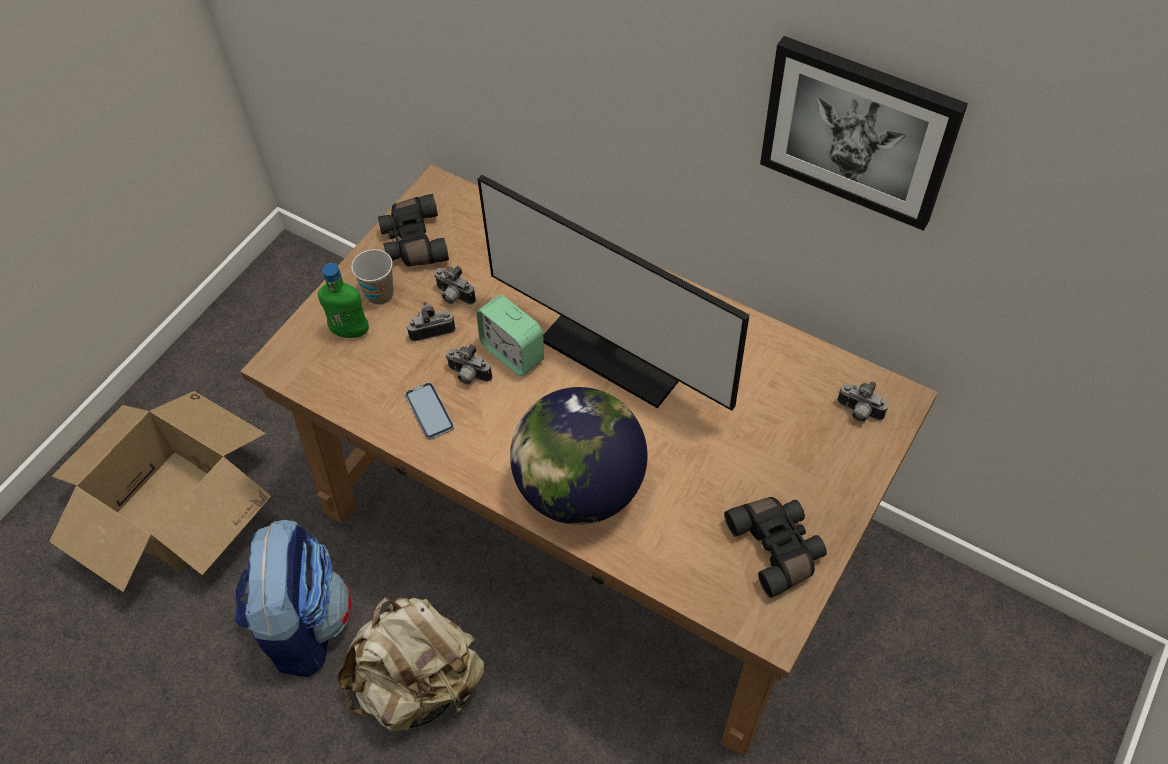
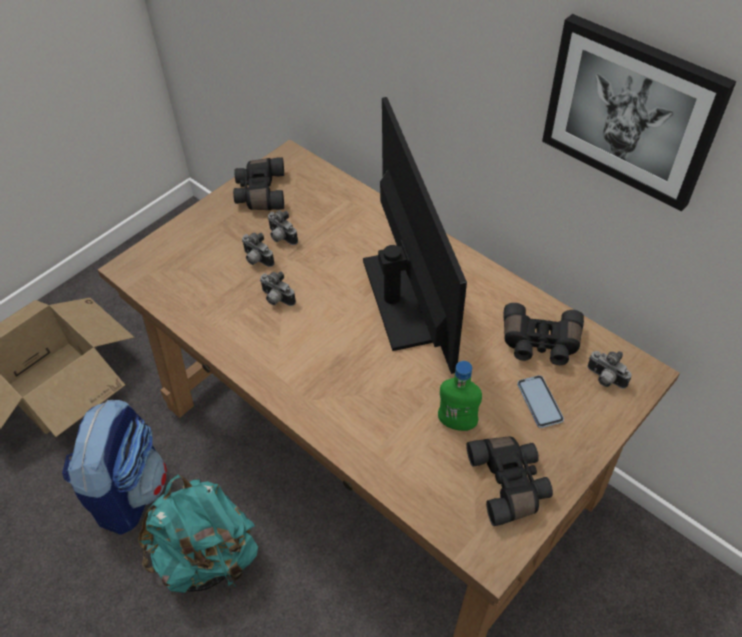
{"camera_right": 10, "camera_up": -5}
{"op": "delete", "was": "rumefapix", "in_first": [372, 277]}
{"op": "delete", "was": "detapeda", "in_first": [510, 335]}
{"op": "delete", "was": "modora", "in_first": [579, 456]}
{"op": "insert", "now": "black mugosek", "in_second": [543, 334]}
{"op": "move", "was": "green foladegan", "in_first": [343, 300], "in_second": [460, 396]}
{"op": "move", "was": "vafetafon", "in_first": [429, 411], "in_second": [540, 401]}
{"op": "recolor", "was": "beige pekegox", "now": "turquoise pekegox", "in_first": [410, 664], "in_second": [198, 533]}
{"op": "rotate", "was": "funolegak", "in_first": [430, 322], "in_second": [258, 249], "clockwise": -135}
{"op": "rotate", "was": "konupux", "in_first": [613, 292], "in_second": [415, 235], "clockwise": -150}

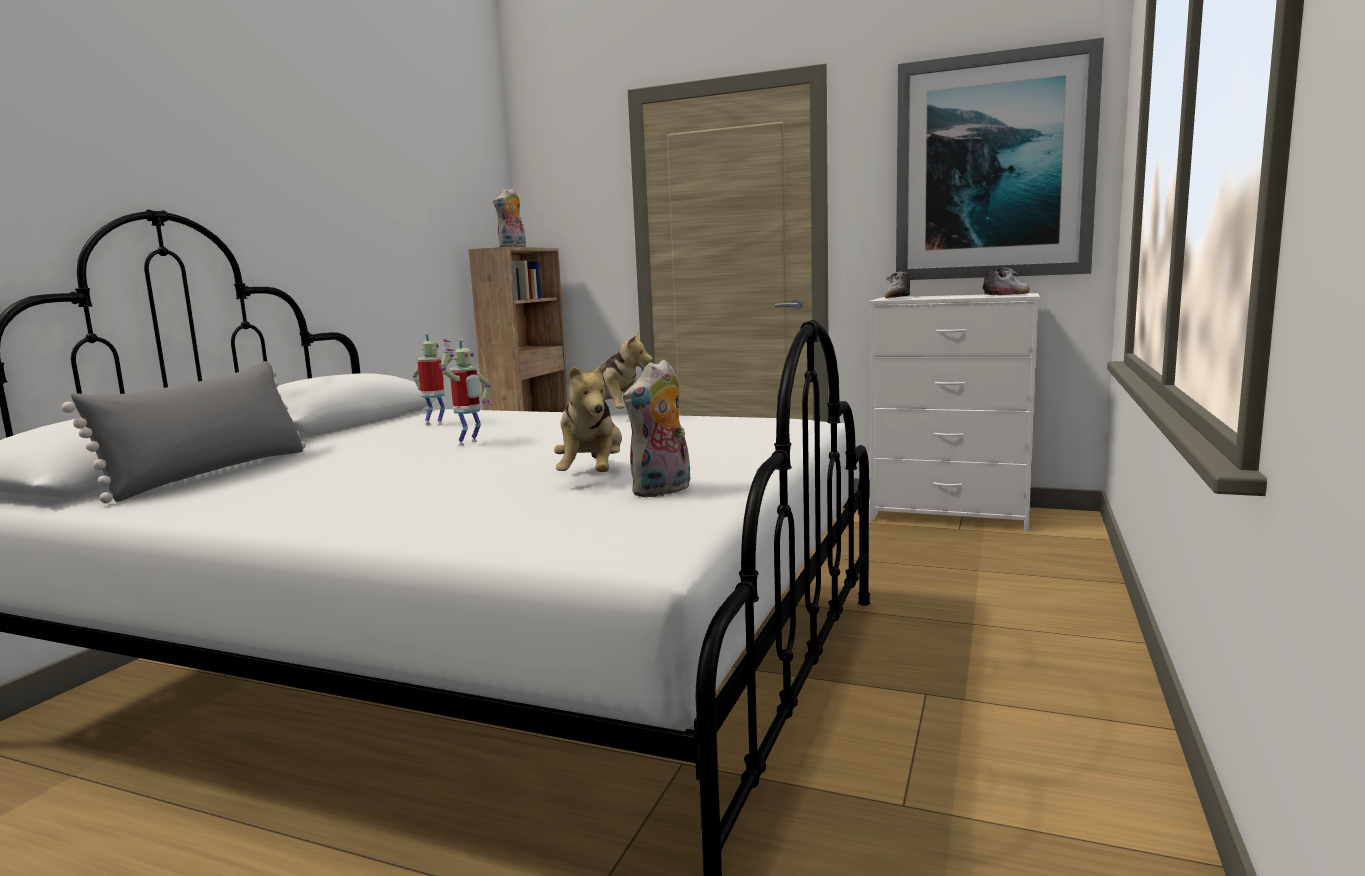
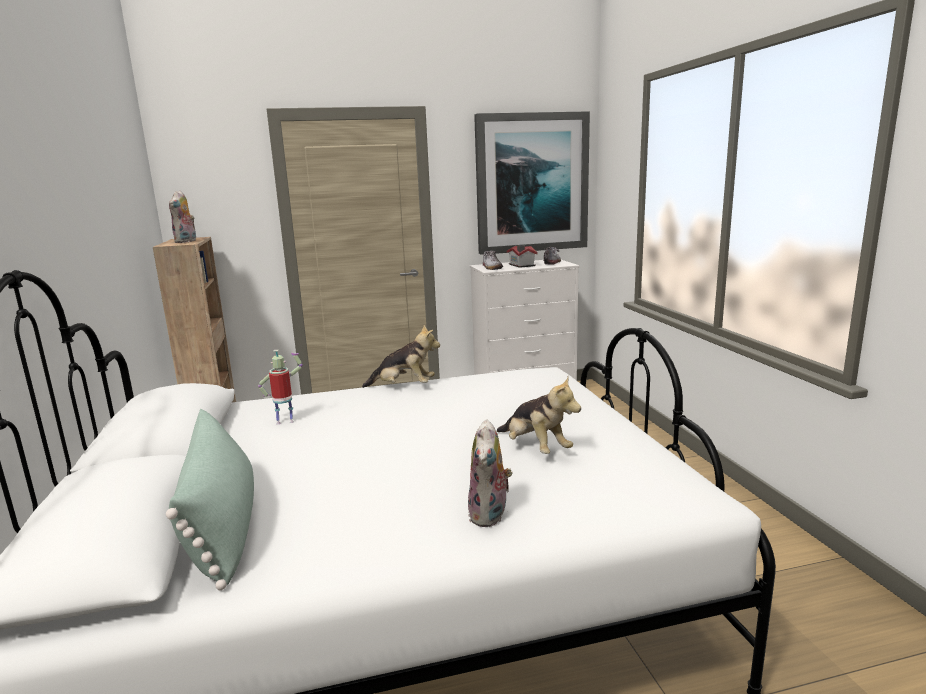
{"camera_right": -35, "camera_up": 5}
{"op": "delete", "was": "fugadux", "in_first": [466, 392]}
{"op": "insert", "now": "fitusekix", "in_second": [522, 256]}
{"op": "move", "was": "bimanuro", "in_first": [657, 429], "in_second": [490, 473]}
{"op": "recolor", "was": "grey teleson", "now": "green teleson", "in_first": [183, 432], "in_second": [210, 499]}

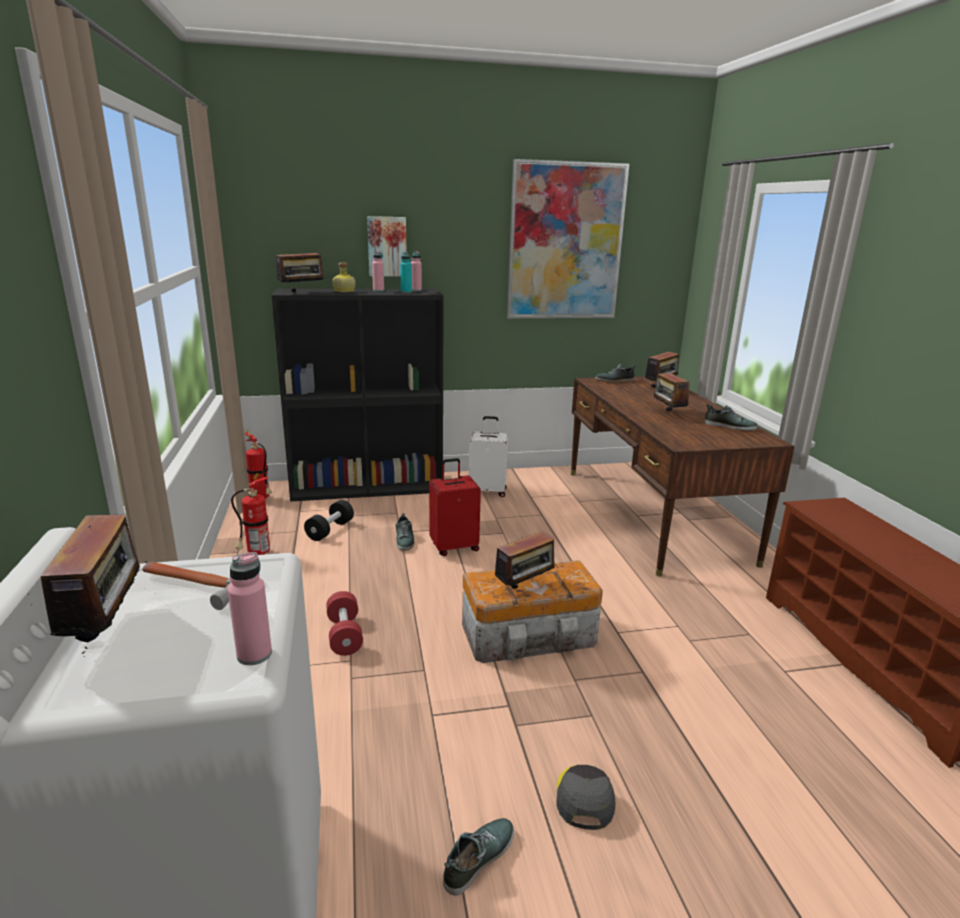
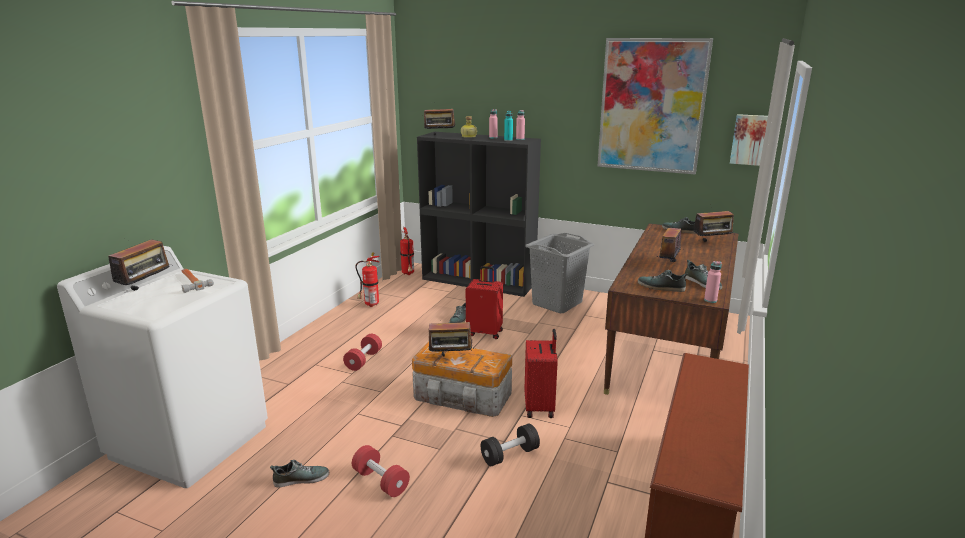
{"camera_right": 35, "camera_up": 0}
{"op": "insert", "now": "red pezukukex", "in_second": [541, 373]}
{"op": "insert", "now": "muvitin", "in_second": [663, 281]}
{"op": "move", "was": "pink foladegan", "in_first": [250, 608], "in_second": [713, 282]}
{"op": "move", "was": "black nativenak", "in_first": [329, 520], "in_second": [510, 445]}
{"op": "move", "was": "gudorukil", "in_first": [387, 246], "in_second": [749, 140]}
{"op": "replace", "was": "white pezukukex", "now": "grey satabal", "in_first": [488, 456], "in_second": [559, 273]}
{"op": "replace", "was": "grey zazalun", "now": "red nativenak", "in_first": [586, 797], "in_second": [381, 471]}

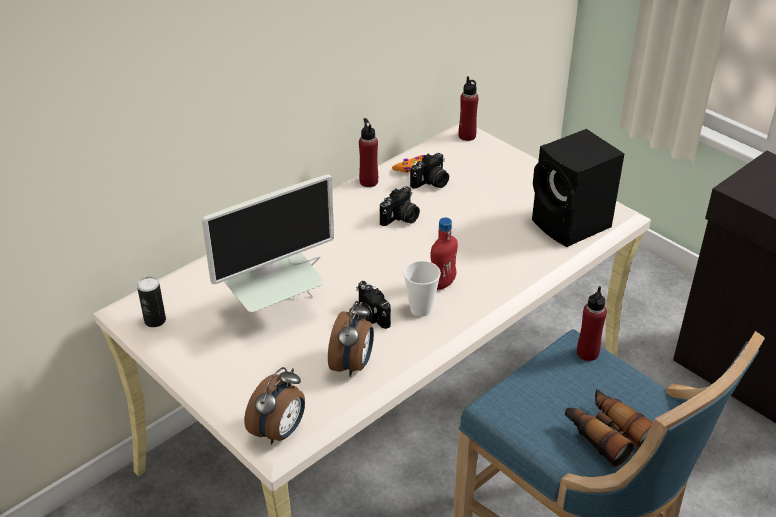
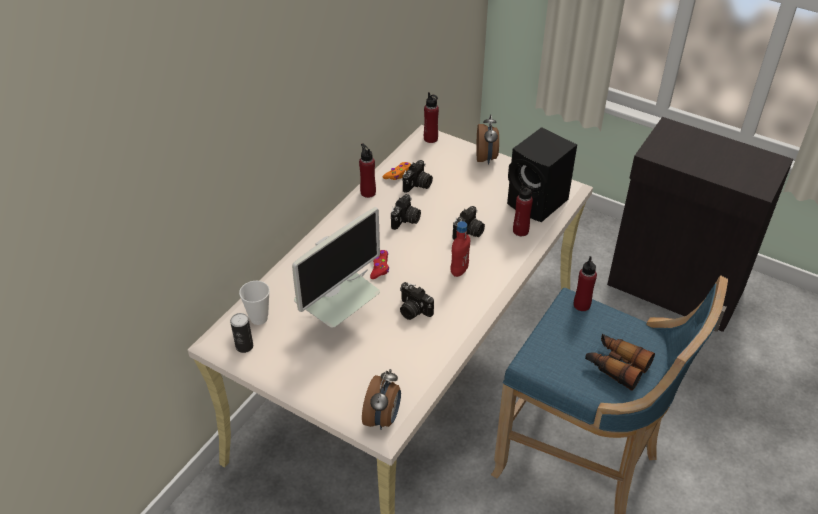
{"camera_right": -15, "camera_up": 5}
{"op": "insert", "now": "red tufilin", "in_second": [379, 264]}
{"op": "insert", "now": "funolegak", "in_second": [469, 223]}
{"op": "insert", "now": "red foladegan", "in_second": [523, 209]}
{"op": "move", "was": "detapeda", "in_first": [351, 339], "in_second": [487, 139]}
{"op": "move", "was": "rumefapix", "in_first": [422, 289], "in_second": [254, 303]}

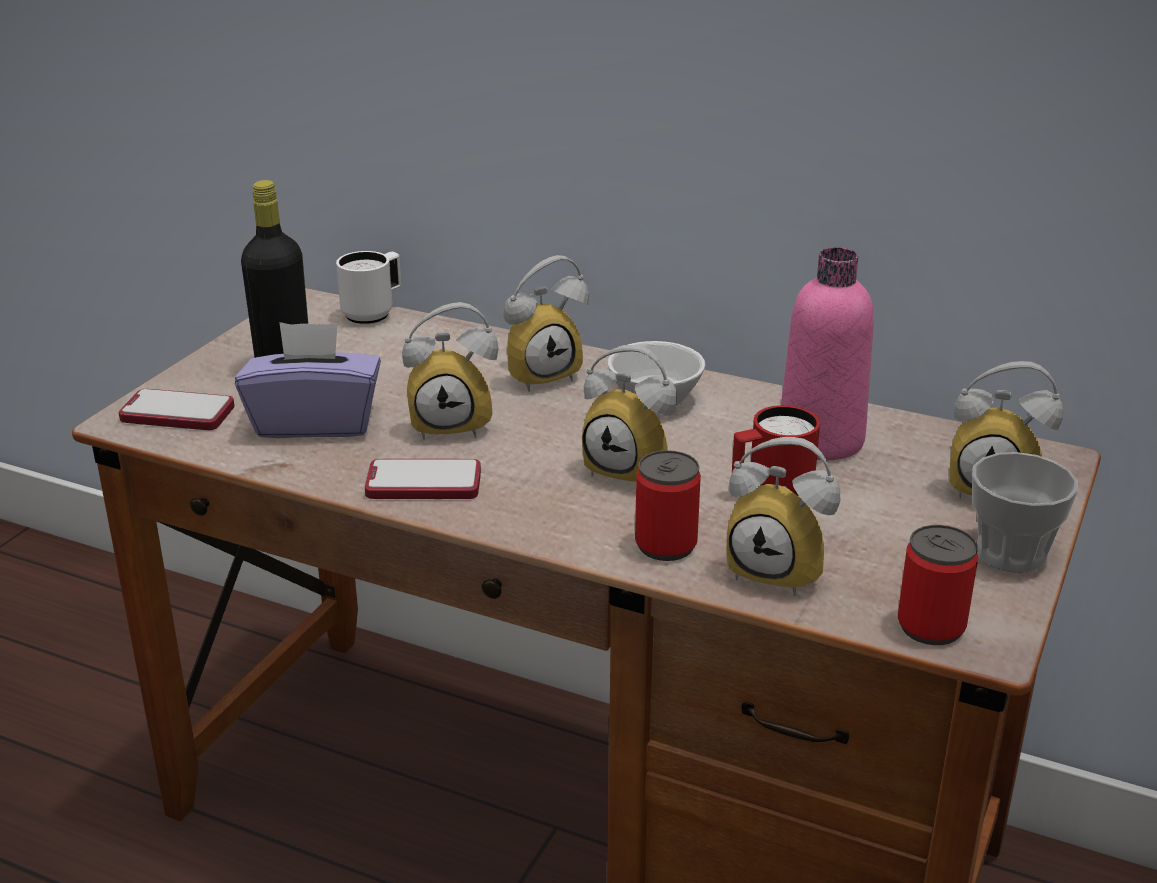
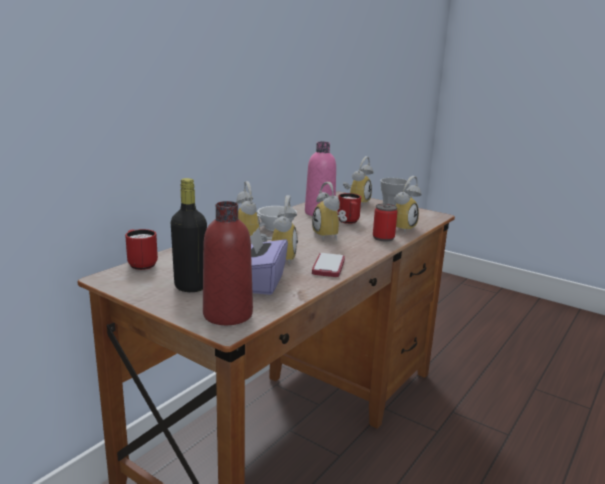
{"camera_right": -80, "camera_up": -10}
{"op": "delete", "was": "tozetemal", "in_first": [938, 585]}
{"op": "replace", "was": "vafetafon", "now": "red foladegan", "in_first": [176, 409], "in_second": [228, 263]}
{"op": "recolor", "was": "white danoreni", "now": "red danoreni", "in_first": [368, 287], "in_second": [141, 249]}
{"op": "rotate", "was": "detapeda", "in_first": [629, 413], "in_second": [329, 211], "clockwise": 120}

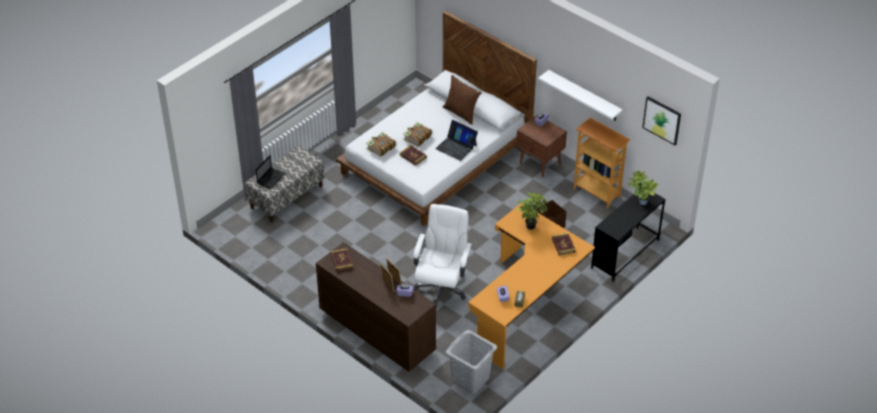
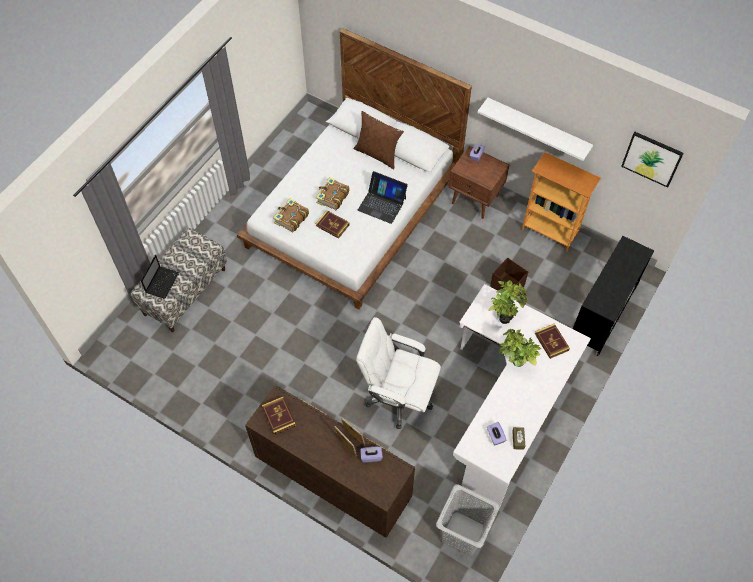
{"camera_right": -10, "camera_up": 15}
{"op": "move", "was": "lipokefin", "in_first": [642, 188], "in_second": [520, 348]}
{"op": "recolor", "was": "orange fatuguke", "now": "white fatuguke", "in_first": [531, 286], "in_second": [522, 396]}
{"op": "rotate", "was": "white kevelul", "in_first": [442, 256], "in_second": [398, 373], "clockwise": -75}

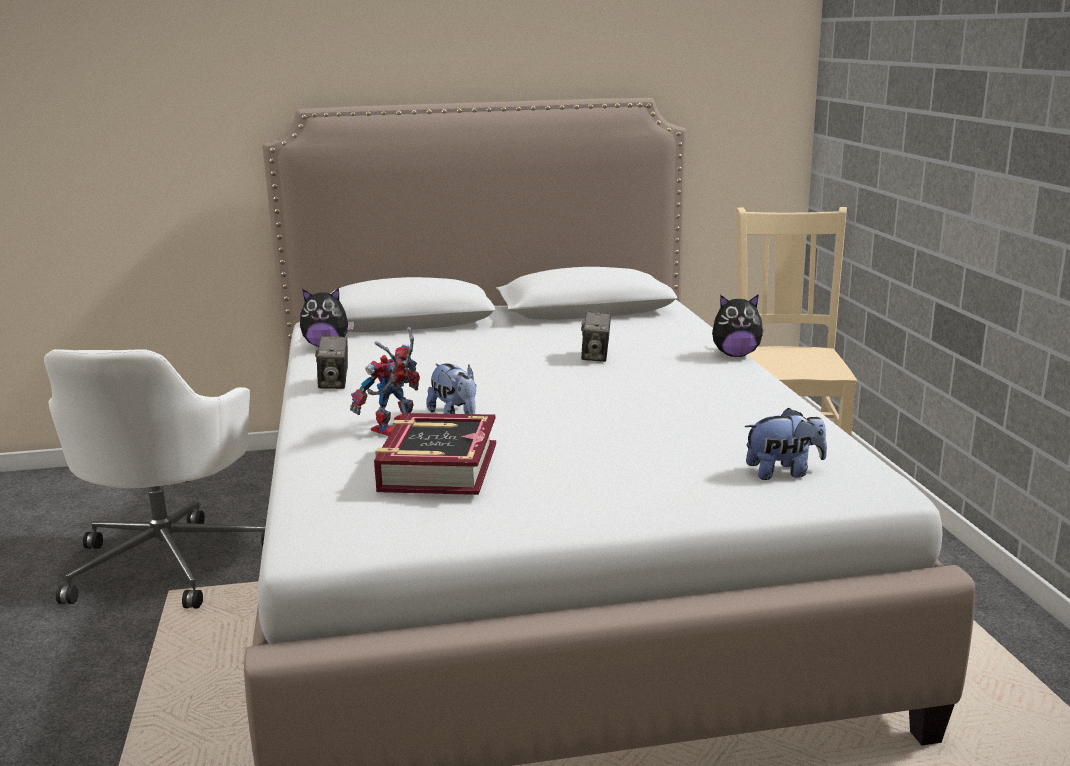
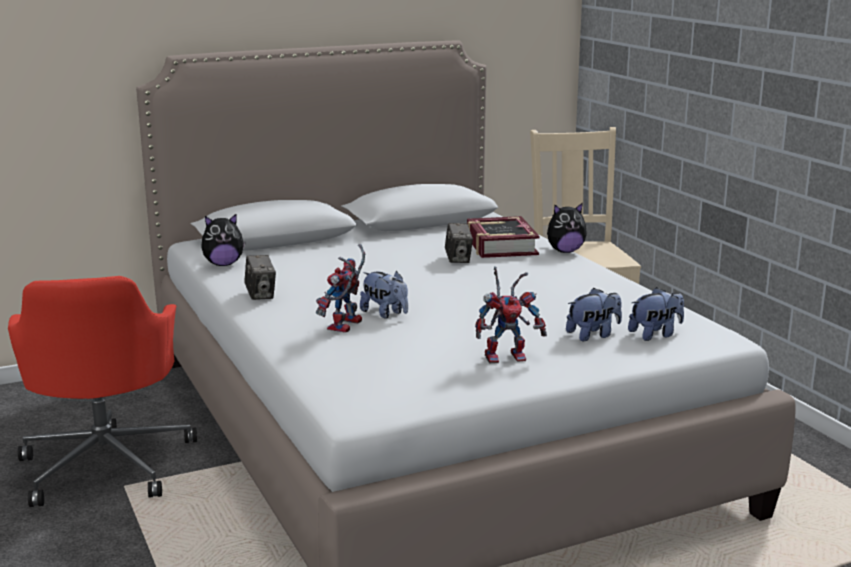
{"camera_right": -15, "camera_up": 0}
{"op": "insert", "now": "fugadux", "in_second": [511, 315]}
{"op": "insert", "now": "bimanuro", "in_second": [594, 314]}
{"op": "move", "was": "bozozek", "in_first": [435, 454], "in_second": [503, 237]}
{"op": "recolor", "was": "white kevelul", "now": "red kevelul", "in_first": [155, 479], "in_second": [102, 391]}

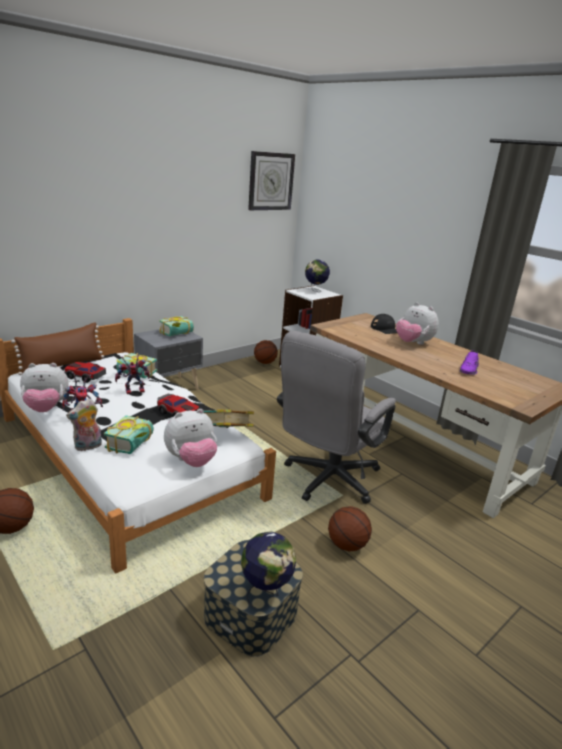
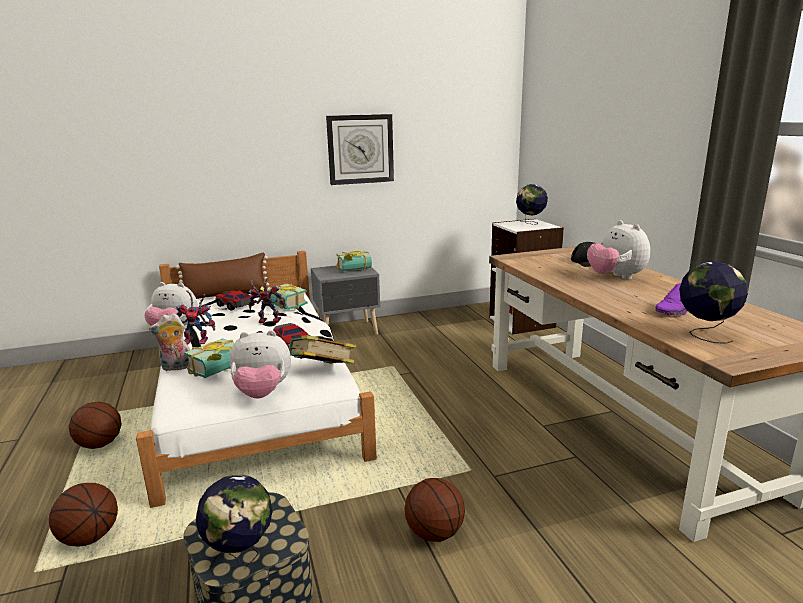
{"camera_right": 25, "camera_up": -5}
{"op": "delete", "was": "grey kevelul", "in_first": [336, 417]}
{"op": "insert", "now": "modora", "in_second": [713, 302]}
{"op": "move", "was": "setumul", "in_first": [271, 180], "in_second": [360, 149]}
{"op": "move", "was": "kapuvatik", "in_first": [266, 352], "in_second": [83, 515]}

